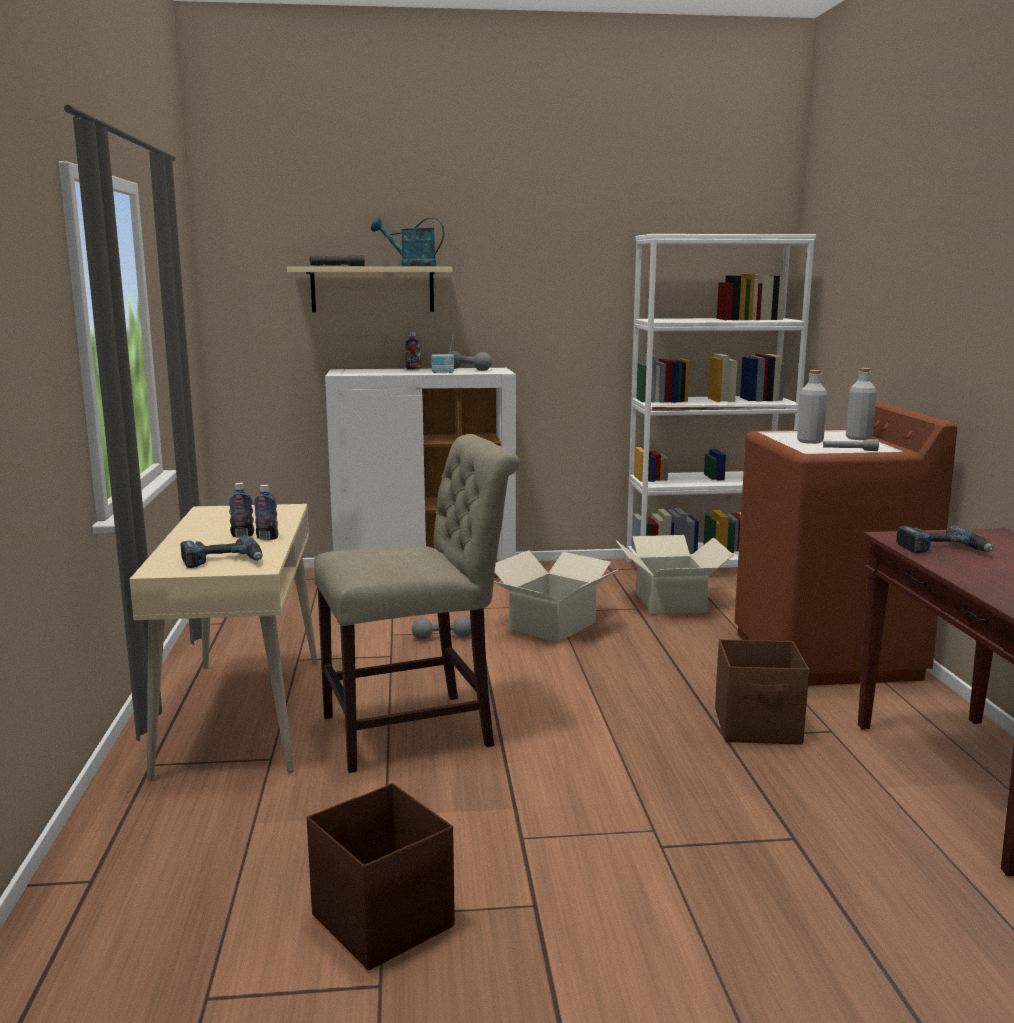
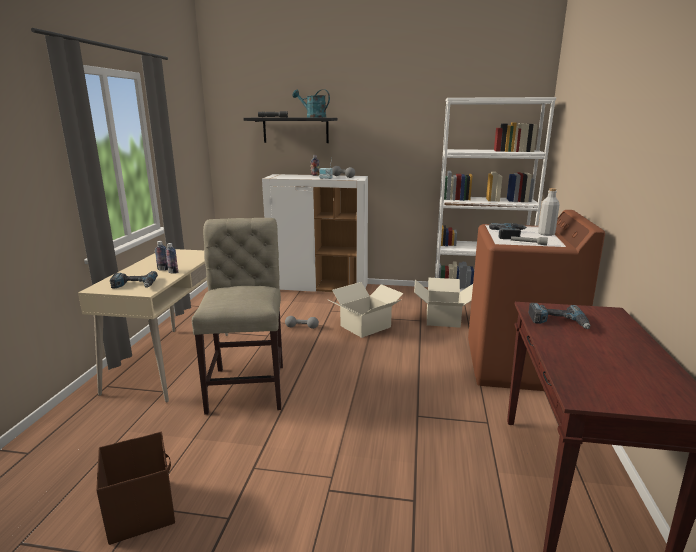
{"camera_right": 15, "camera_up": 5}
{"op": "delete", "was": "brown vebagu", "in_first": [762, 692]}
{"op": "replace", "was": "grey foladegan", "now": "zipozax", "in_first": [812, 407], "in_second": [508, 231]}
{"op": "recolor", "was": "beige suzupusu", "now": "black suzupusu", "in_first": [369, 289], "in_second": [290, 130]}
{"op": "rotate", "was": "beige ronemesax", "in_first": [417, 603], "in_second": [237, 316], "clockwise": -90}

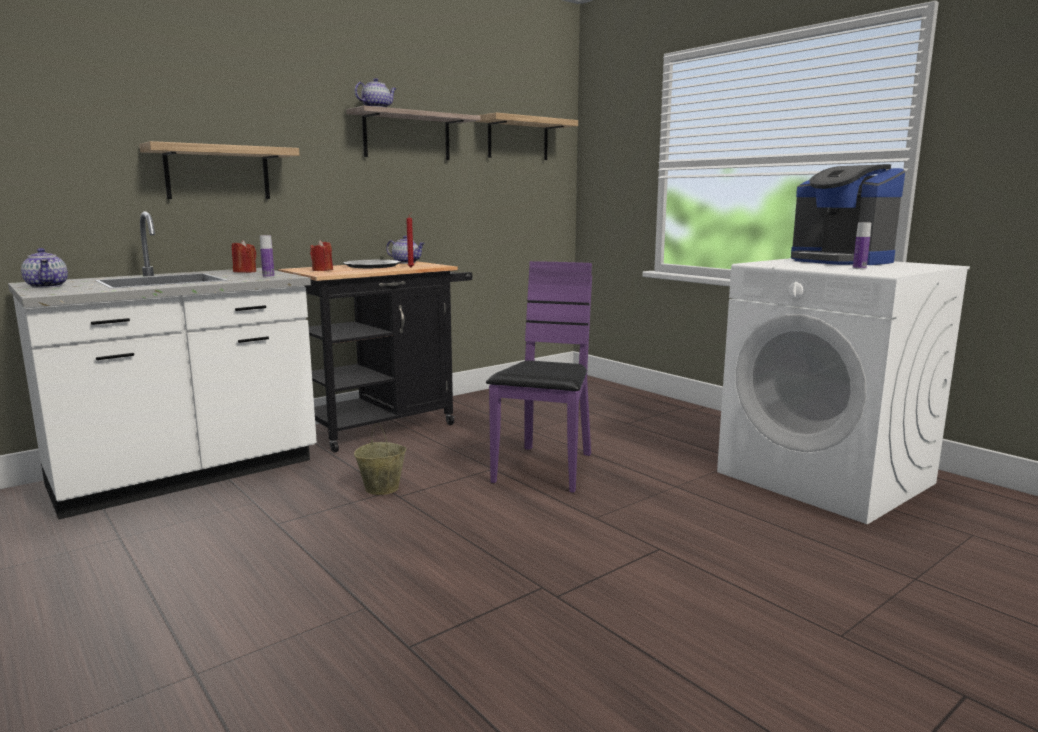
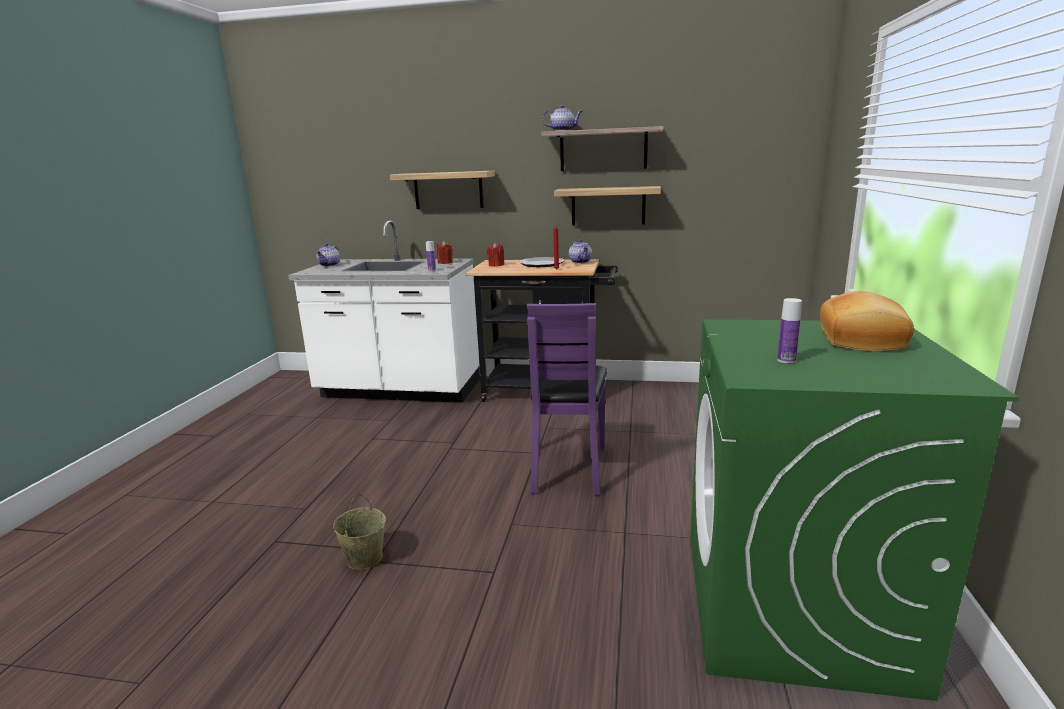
{"camera_right": 50, "camera_up": 5}
{"op": "move", "was": "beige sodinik", "in_first": [380, 459], "in_second": [359, 532]}
{"op": "move", "was": "suzupusu", "in_first": [527, 136], "in_second": [607, 206]}
{"op": "replace", "was": "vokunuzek", "now": "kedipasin", "in_first": [848, 214], "in_second": [867, 321]}
{"op": "recolor", "was": "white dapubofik", "now": "green dapubofik", "in_first": [843, 391], "in_second": [854, 510]}
{"op": "rotate", "was": "purple ronemesax", "in_first": [539, 377], "in_second": [567, 399], "clockwise": 120}

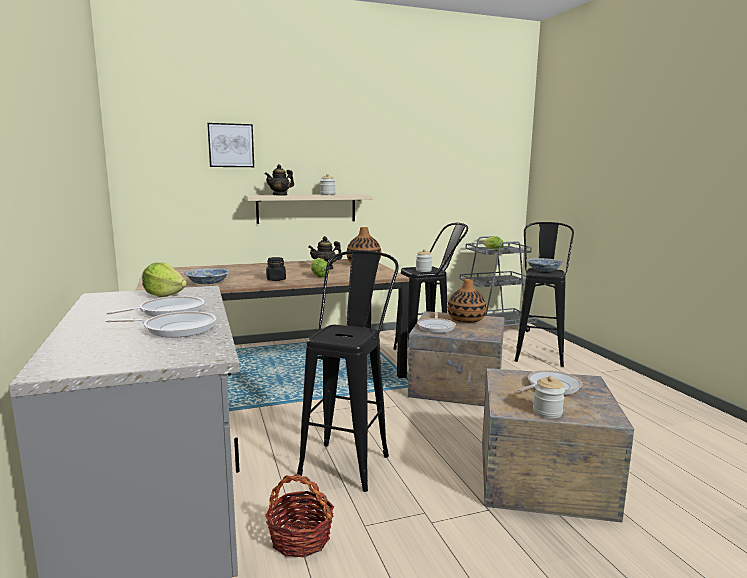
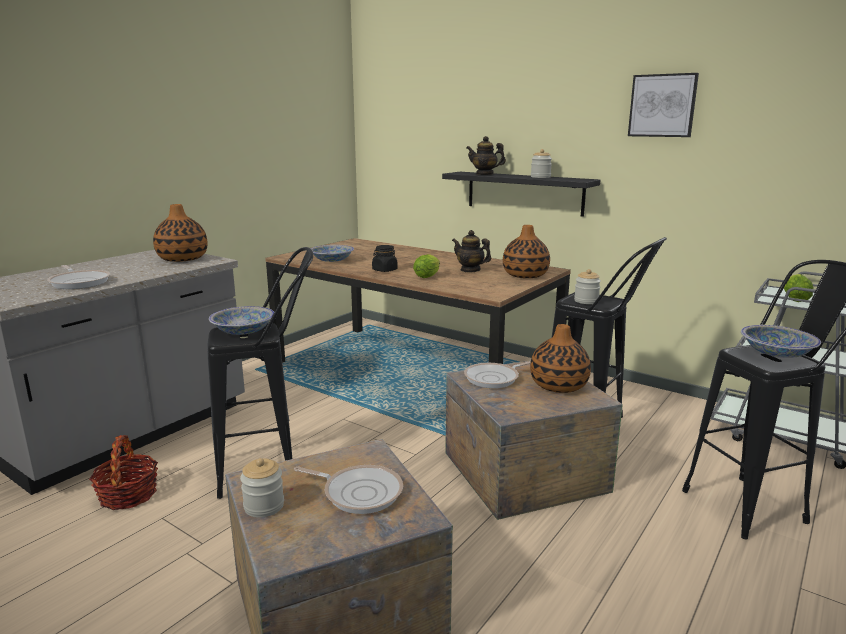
{"camera_right": 55, "camera_up": 5}
{"op": "delete", "was": "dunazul", "in_first": [155, 306]}
{"op": "insert", "now": "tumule", "in_second": [241, 320]}
{"op": "move", "was": "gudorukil", "in_first": [230, 145], "in_second": [663, 105]}
{"op": "replace", "was": "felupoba", "now": "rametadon", "in_first": [164, 279], "in_second": [180, 233]}
{"op": "recolor", "was": "beige suzupusu", "now": "black suzupusu", "in_first": [308, 209], "in_second": [521, 194]}

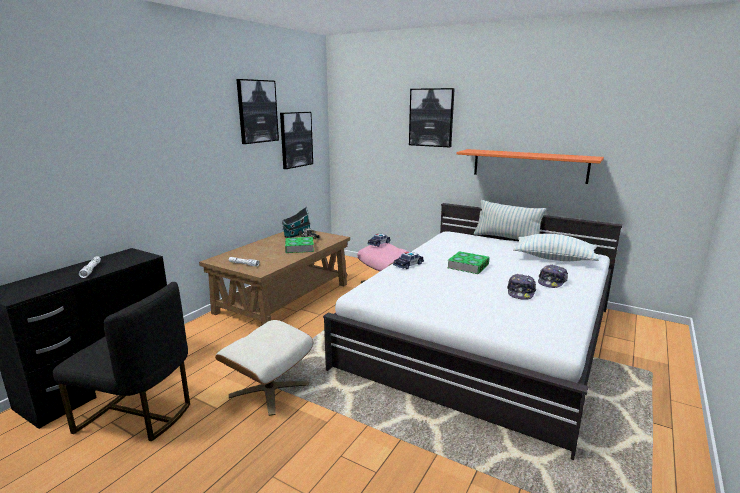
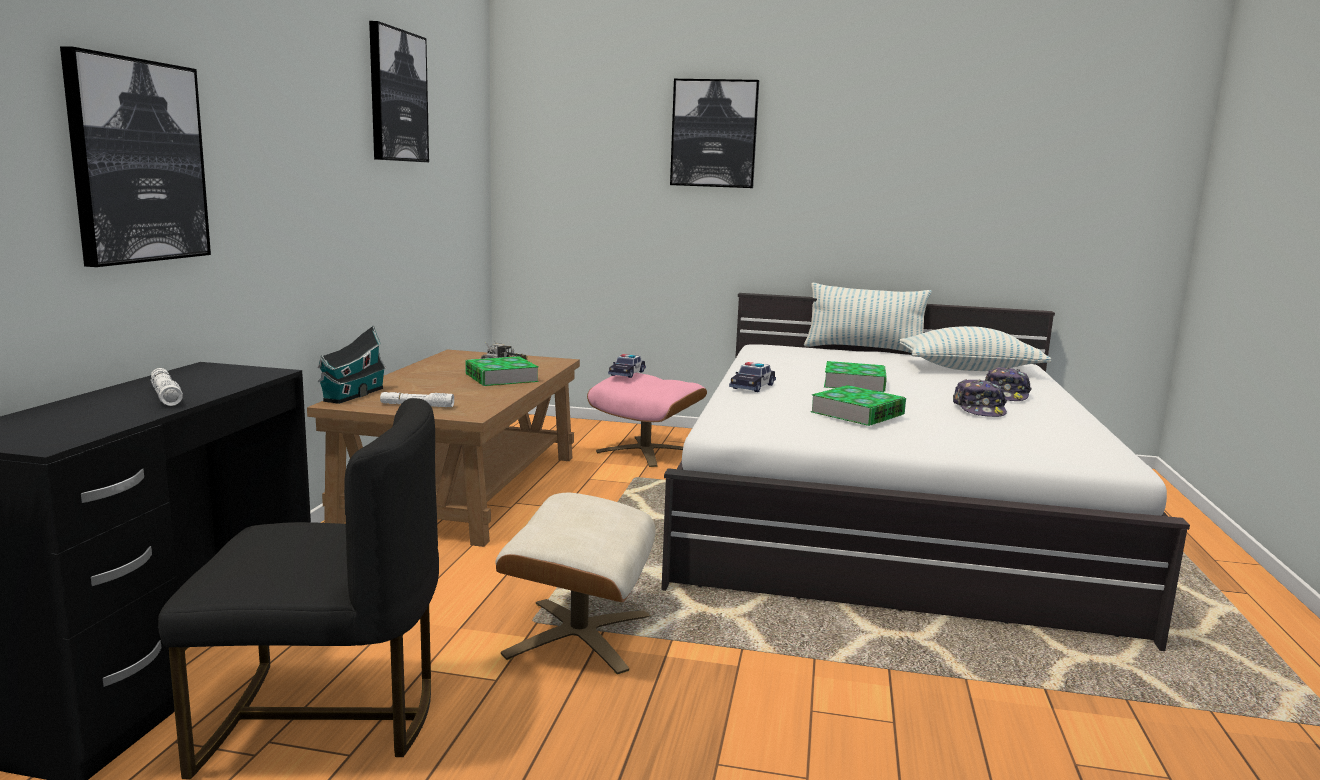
{"camera_right": -20, "camera_up": -5}
{"op": "delete", "was": "orange suzupusu", "in_first": [530, 166]}
{"op": "insert", "now": "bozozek", "in_second": [858, 405]}
{"op": "move", "was": "gudorukil", "in_first": [296, 140], "in_second": [135, 156]}
{"op": "move", "was": "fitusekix", "in_first": [296, 222], "in_second": [352, 364]}

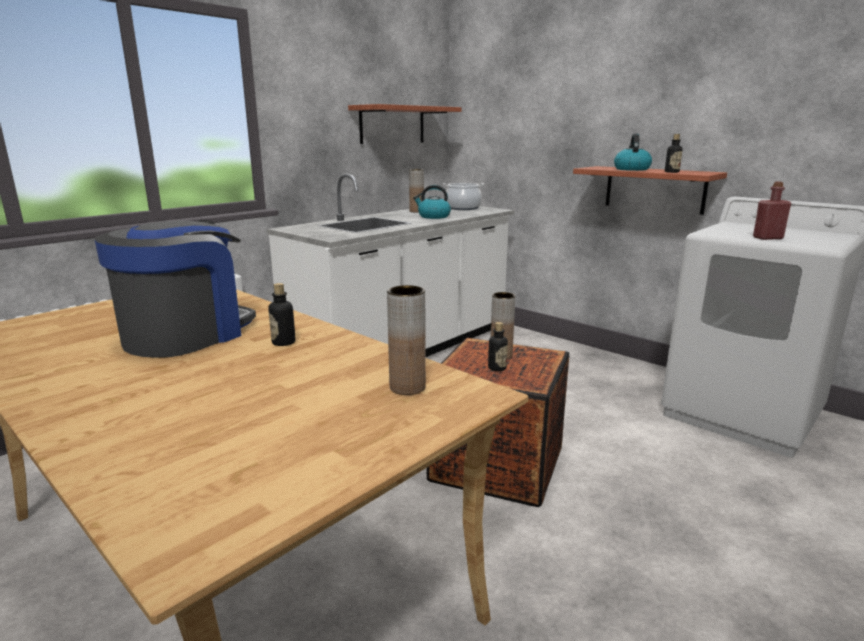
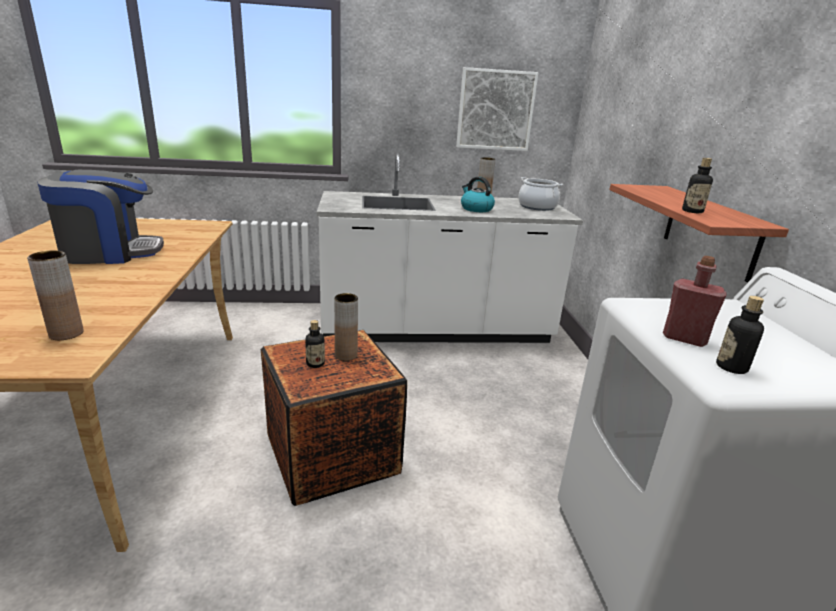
{"camera_right": 40, "camera_up": 5}
{"op": "delete", "was": "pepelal", "in_first": [633, 152]}
{"op": "move", "was": "foladegan", "in_first": [282, 314], "in_second": [740, 335]}
{"op": "replace", "was": "suzupusu", "now": "gudorukil", "in_first": [405, 124], "in_second": [497, 109]}

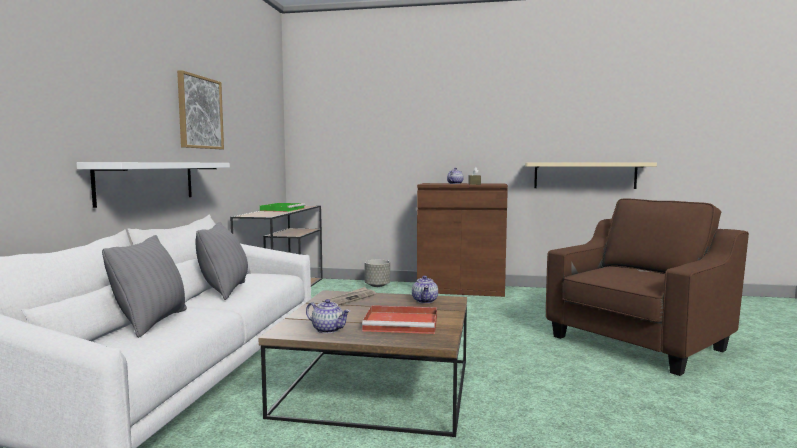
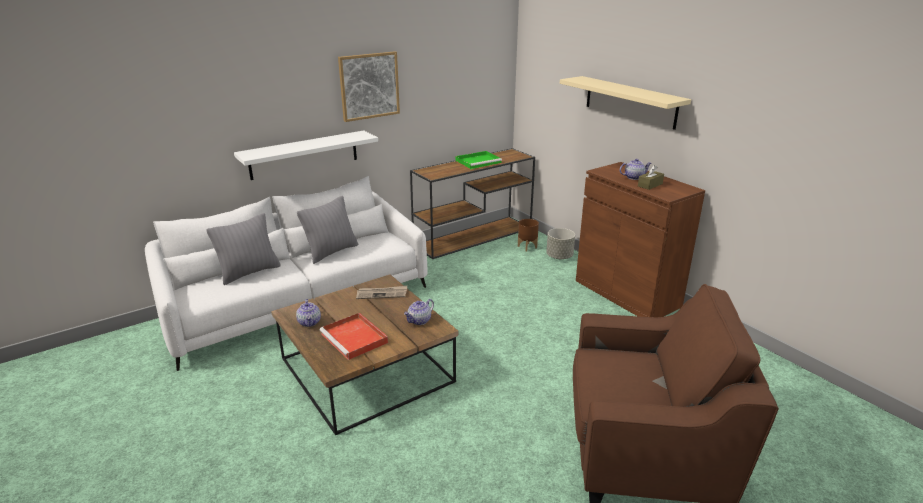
{"camera_right": 45, "camera_up": 20}
{"op": "insert", "now": "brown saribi", "in_second": [528, 235]}
{"op": "move", "was": "beige suzupusu", "in_first": [591, 176], "in_second": [625, 103]}

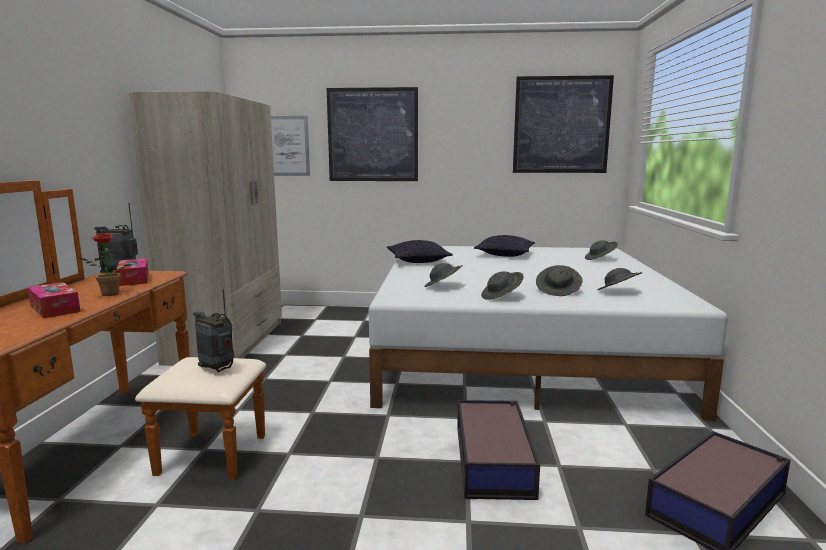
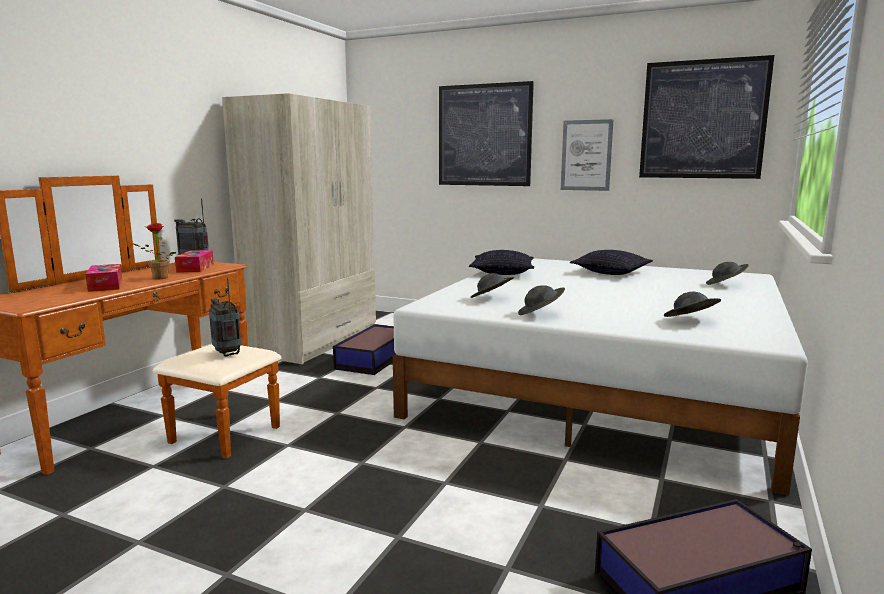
{"camera_right": 20, "camera_up": 0}
{"op": "delete", "was": "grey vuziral", "in_first": [559, 280]}
{"op": "move", "was": "gudorukil", "in_first": [290, 146], "in_second": [587, 155]}
{"op": "move", "was": "vebagu", "in_first": [498, 450], "in_second": [364, 349]}

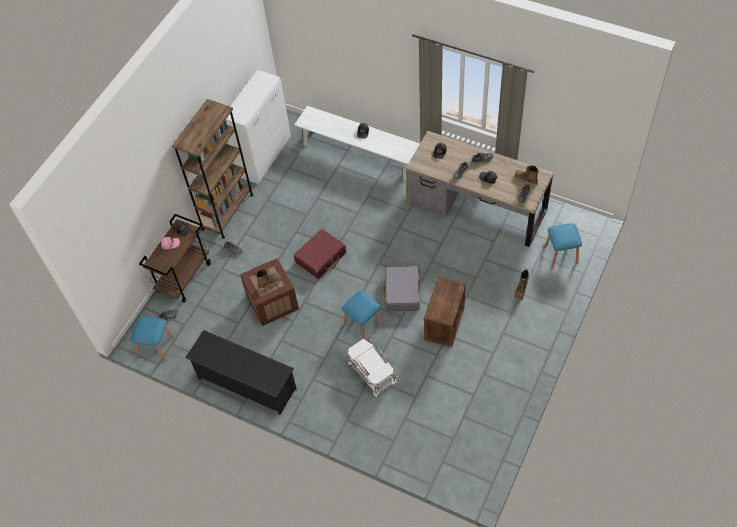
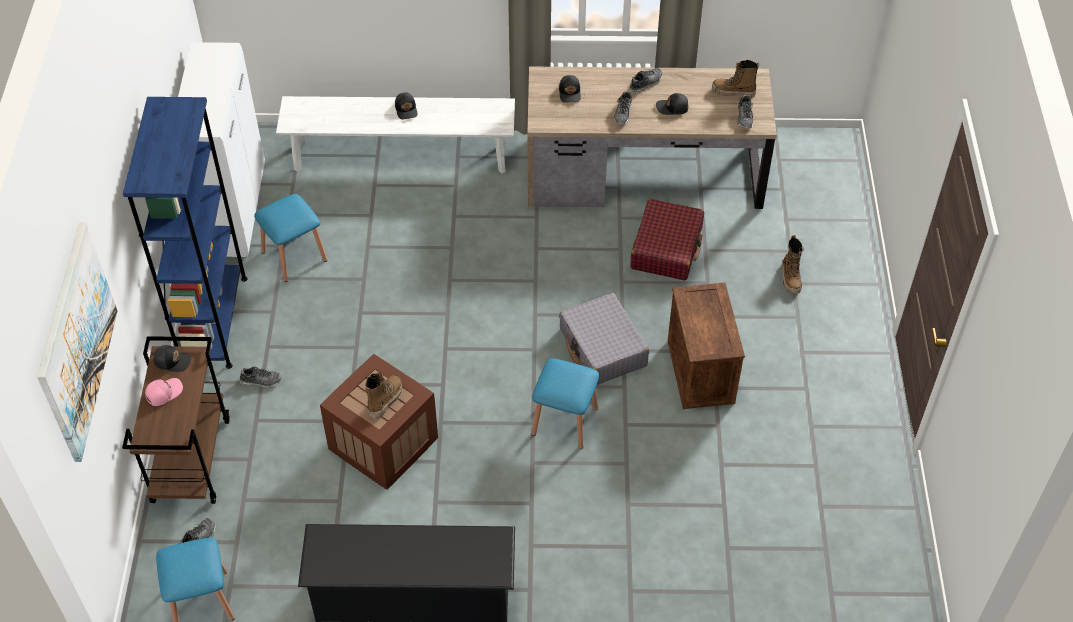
{"camera_right": -30, "camera_up": -5}
{"op": "delete", "was": "white vebagu", "in_first": [372, 368]}
{"op": "insert", "now": "gudorukil", "in_second": [77, 342]}
{"op": "move", "was": "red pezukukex", "in_first": [320, 254], "in_second": [667, 240]}
{"op": "move", "was": "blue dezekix", "in_first": [563, 245], "in_second": [290, 238]}
{"op": "recolor", "was": "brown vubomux", "now": "blue vubomux", "in_first": [212, 169], "in_second": [185, 233]}

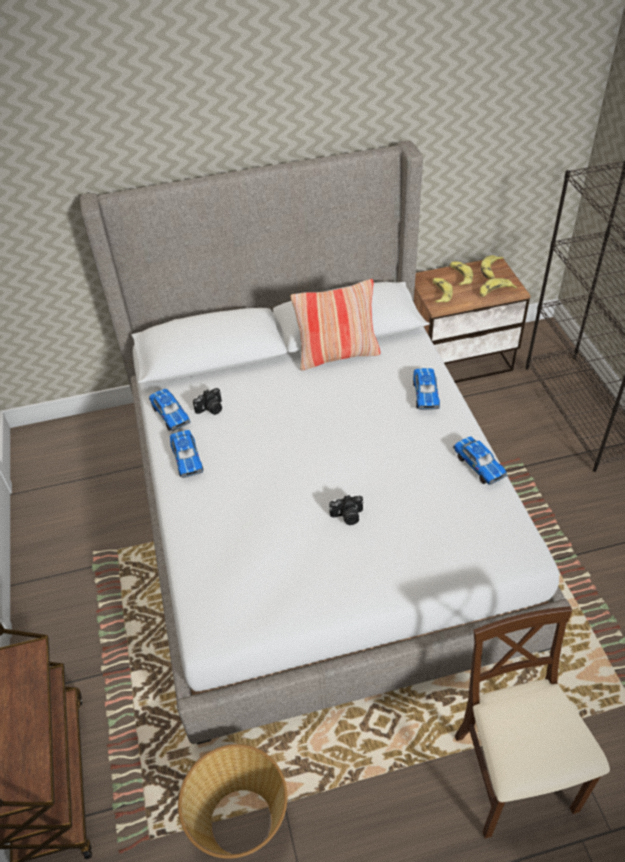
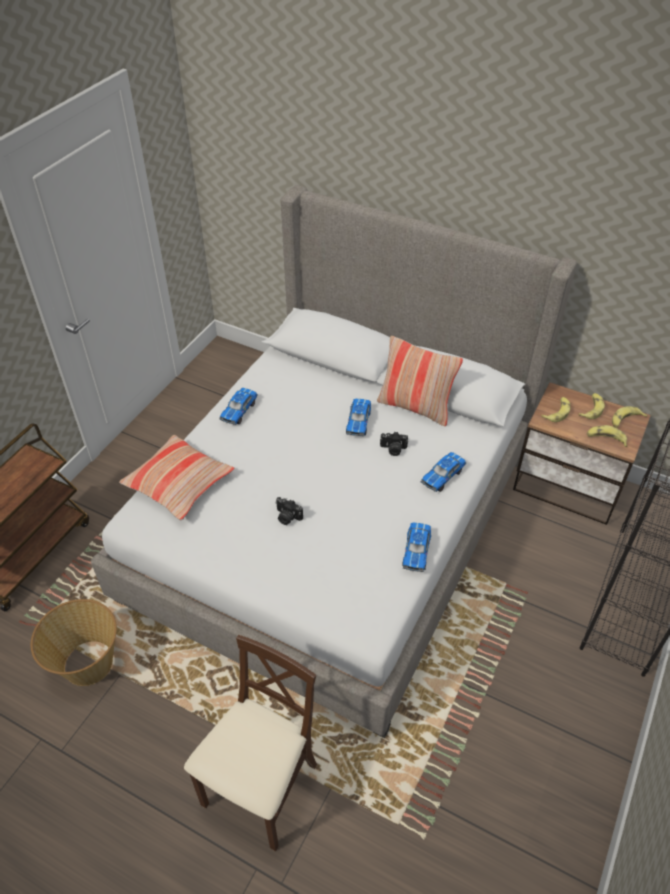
{"camera_right": 40, "camera_up": 0}
{"op": "insert", "now": "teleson", "in_second": [176, 477]}
{"op": "move", "was": "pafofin", "in_first": [170, 410], "in_second": [358, 417]}
{"op": "move", "was": "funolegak", "in_first": [207, 401], "in_second": [394, 444]}

